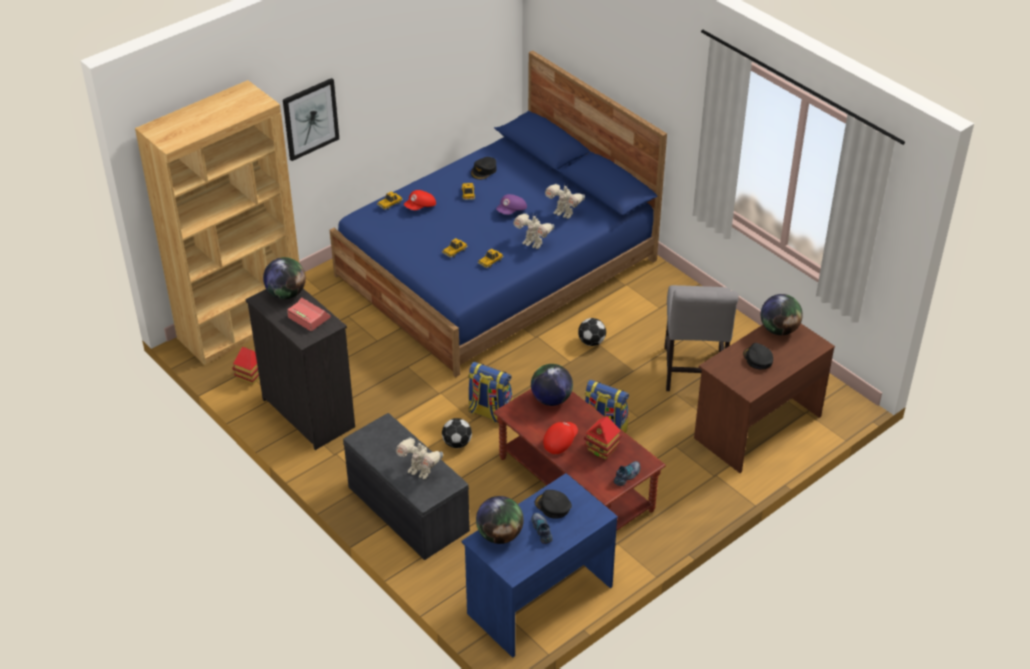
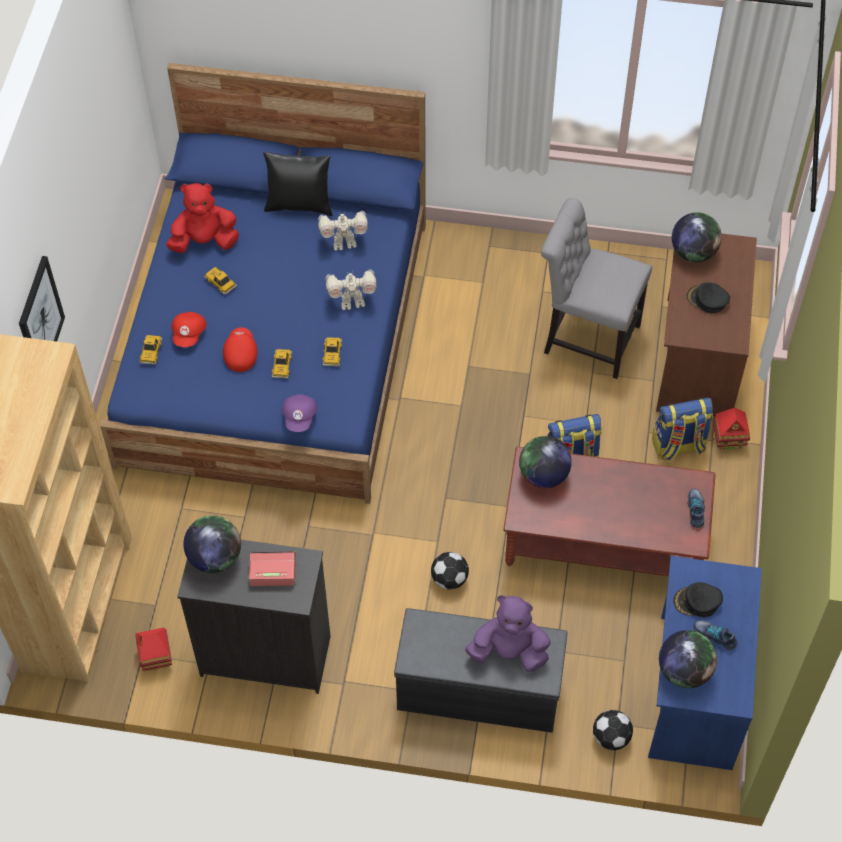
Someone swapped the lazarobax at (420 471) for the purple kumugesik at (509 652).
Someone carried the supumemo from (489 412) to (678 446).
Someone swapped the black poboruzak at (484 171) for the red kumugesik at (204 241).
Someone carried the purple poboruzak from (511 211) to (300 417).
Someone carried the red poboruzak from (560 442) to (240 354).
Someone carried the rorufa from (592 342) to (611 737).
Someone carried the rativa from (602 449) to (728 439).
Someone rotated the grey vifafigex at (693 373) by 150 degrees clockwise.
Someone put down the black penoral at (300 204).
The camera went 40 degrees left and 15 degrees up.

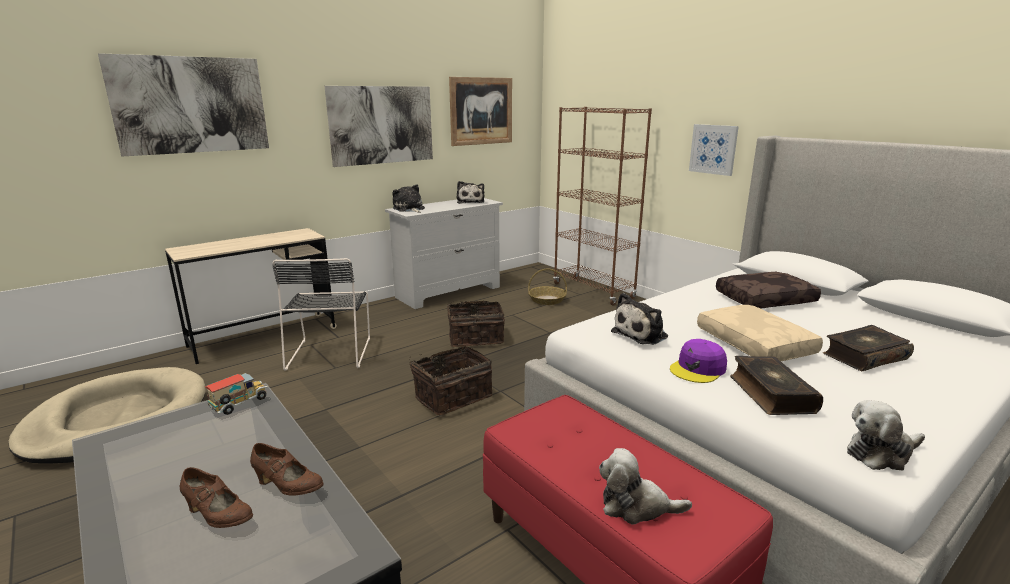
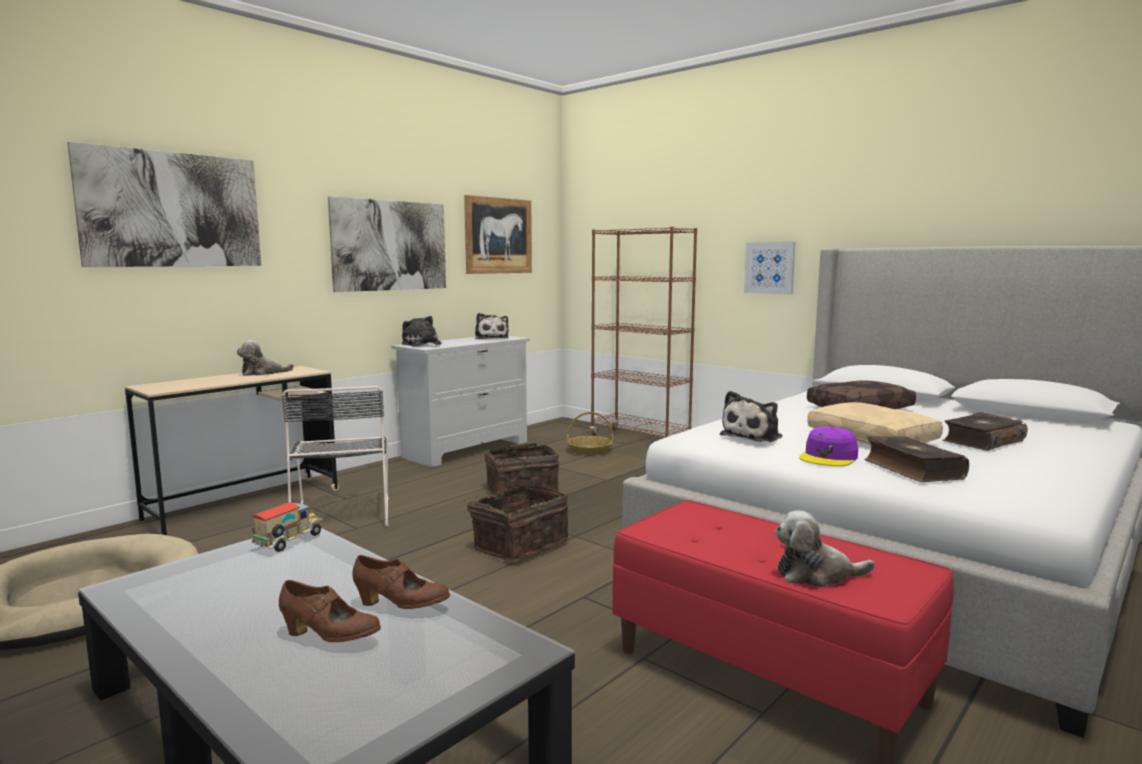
Someone carried the kumugesik from (881 453) to (263 373).
The camera went 10 degrees left and 10 degrees down.

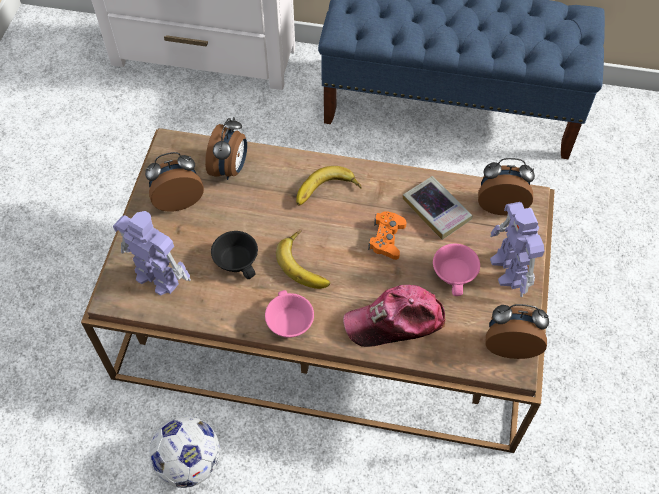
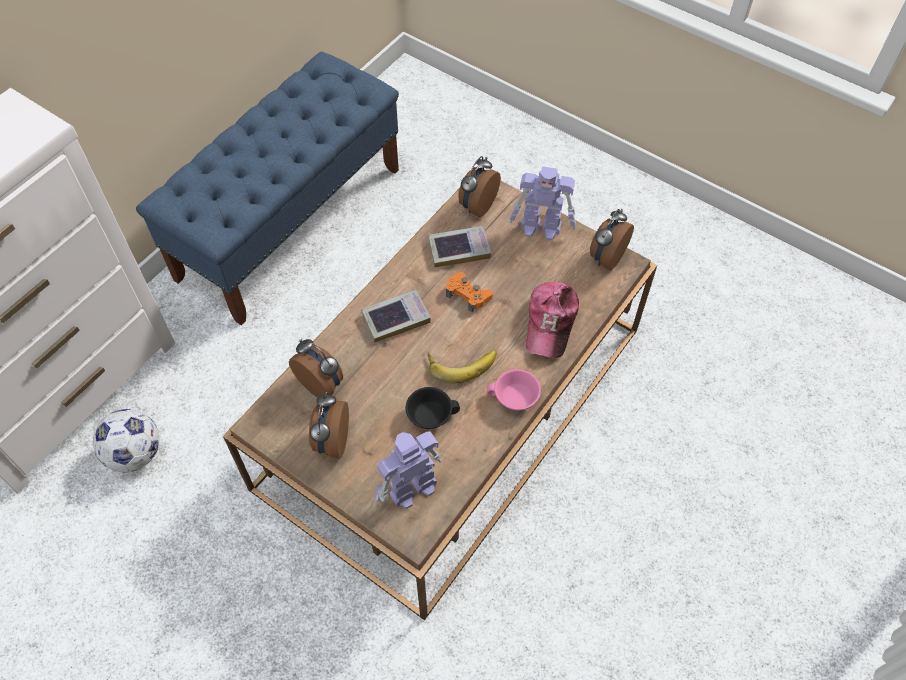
Someone carried the rorufa from (189 463) to (136 454).
Someone swapped the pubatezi at (327 193) for the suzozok at (396 318).
Someone took away the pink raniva at (456 275).
The camera went 65 degrees left and 0 degrees up.

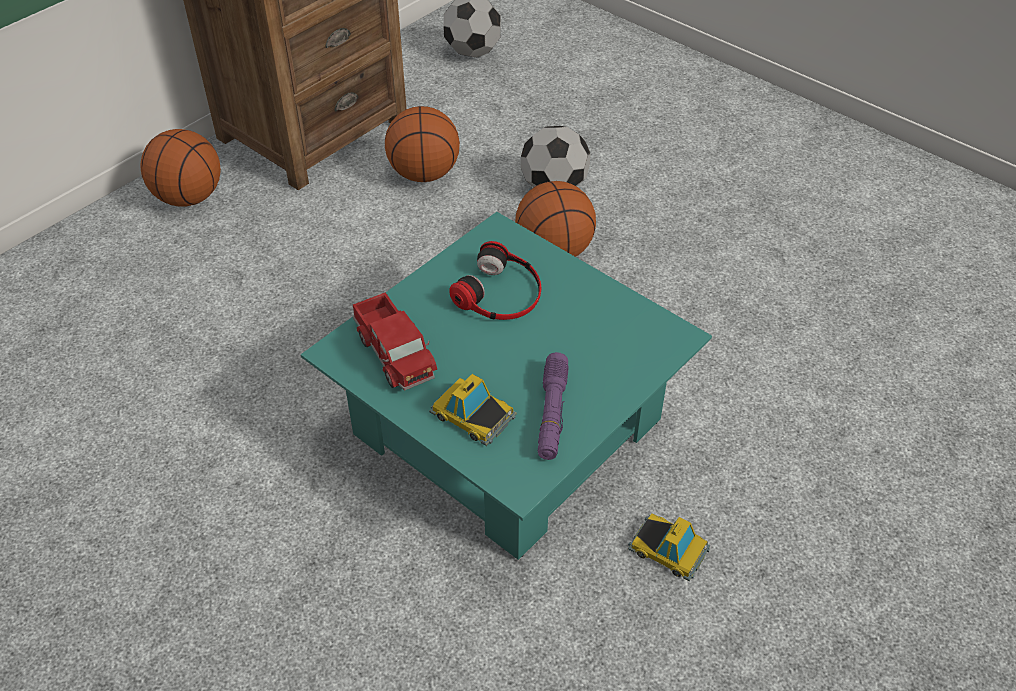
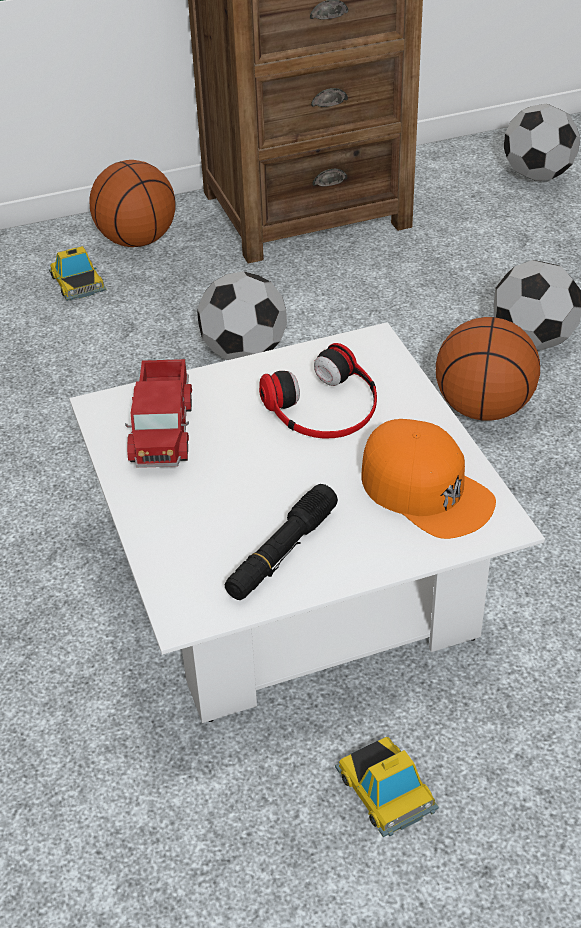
Someone repainted the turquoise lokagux at (507 427), which became the white lokagux at (294 577).
Someone took away the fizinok at (424 174).
Someone carried the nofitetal from (473 414) to (77 282).
Someone repainted the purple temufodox at (552 413), which became the black temufodox at (282 552).
Someone put down the rorufa at (244 352).
Someone put down the orange poboruzak at (426 490).
The camera went 30 degrees right and 5 degrees down.

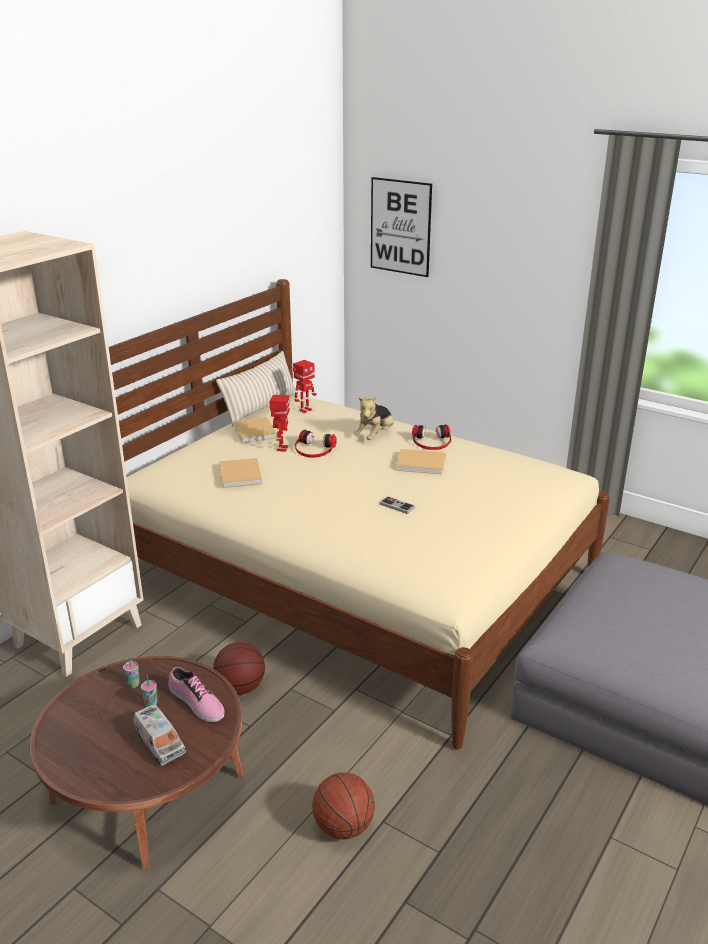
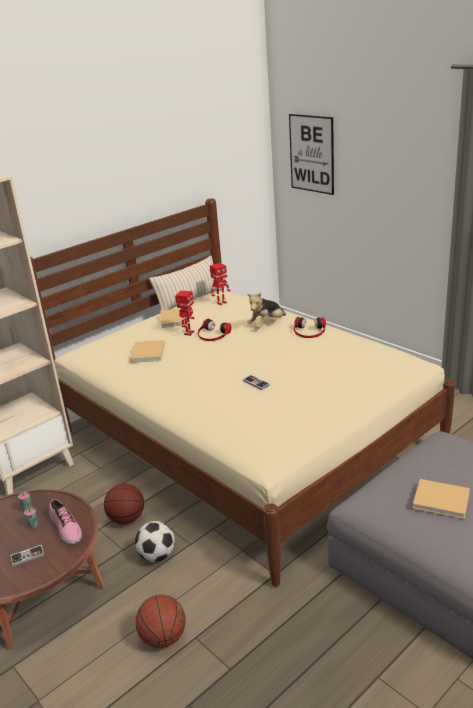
Someone swapped the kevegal at (160 743) for the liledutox at (27 556).
Someone carried the beige suzozok from (422 464) to (443 501).
Someone put down the rorufa at (157 556).
The camera went 15 degrees right and 0 degrees up.

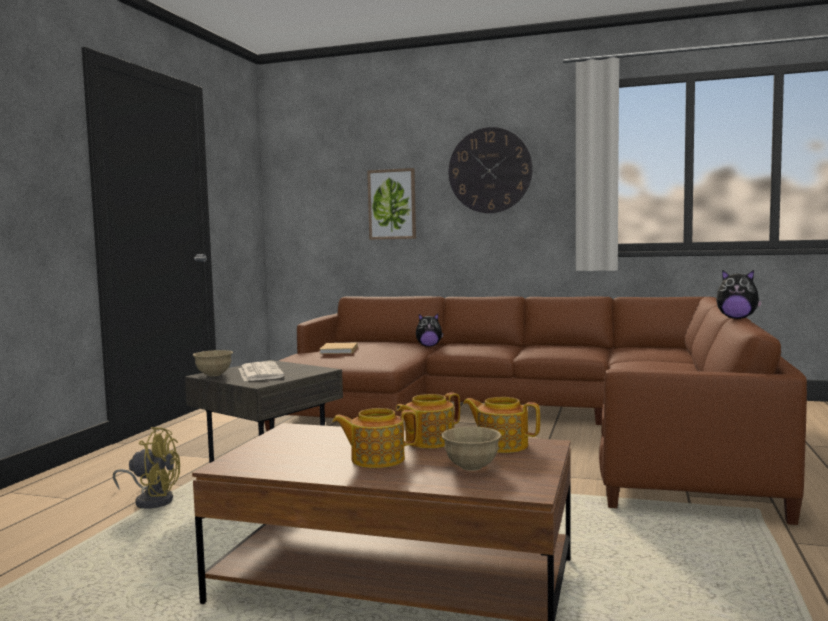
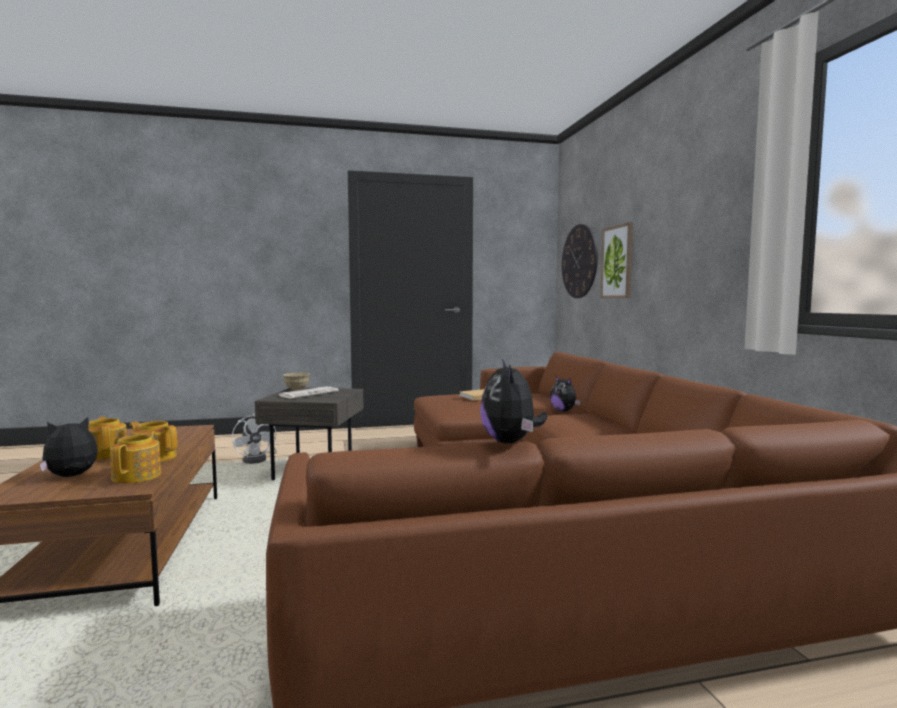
Someone repainted the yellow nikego at (152 500), which became the white nikego at (258 459).
Someone swapped the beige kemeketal at (471 467) for the kumugesik at (72 476).
Someone carried the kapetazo from (490 170) to (579 261).
The camera went 60 degrees right and 0 degrees up.

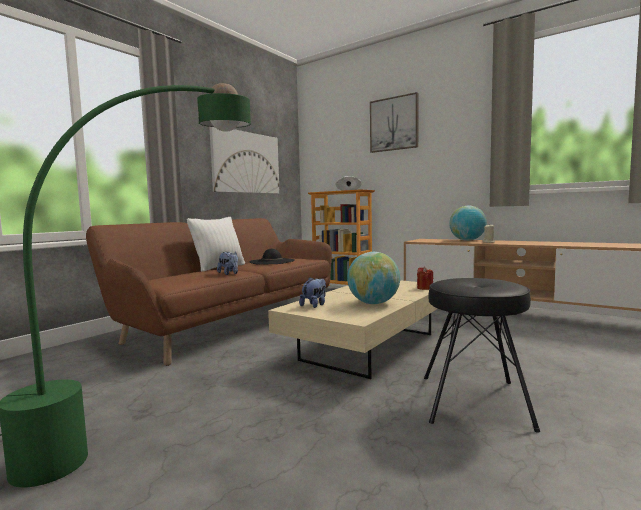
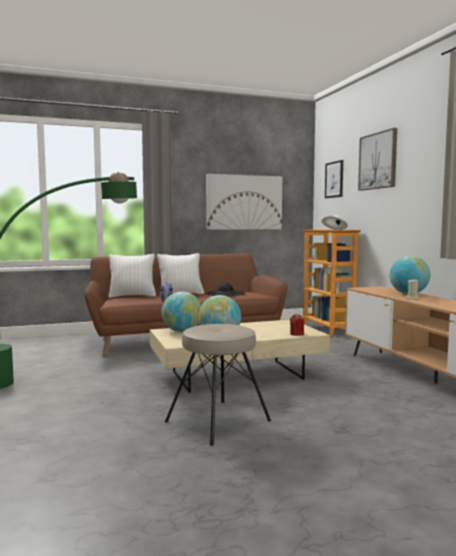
Someone swapped the kumugesik at (314 305) for the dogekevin at (182 331).
Someone repainted the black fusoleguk at (475 401), which became the beige fusoleguk at (218 421).
Someone put down the white penoral at (132 296).
Someone put up the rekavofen at (334 179).
The camera went 35 degrees right and 0 degrees up.

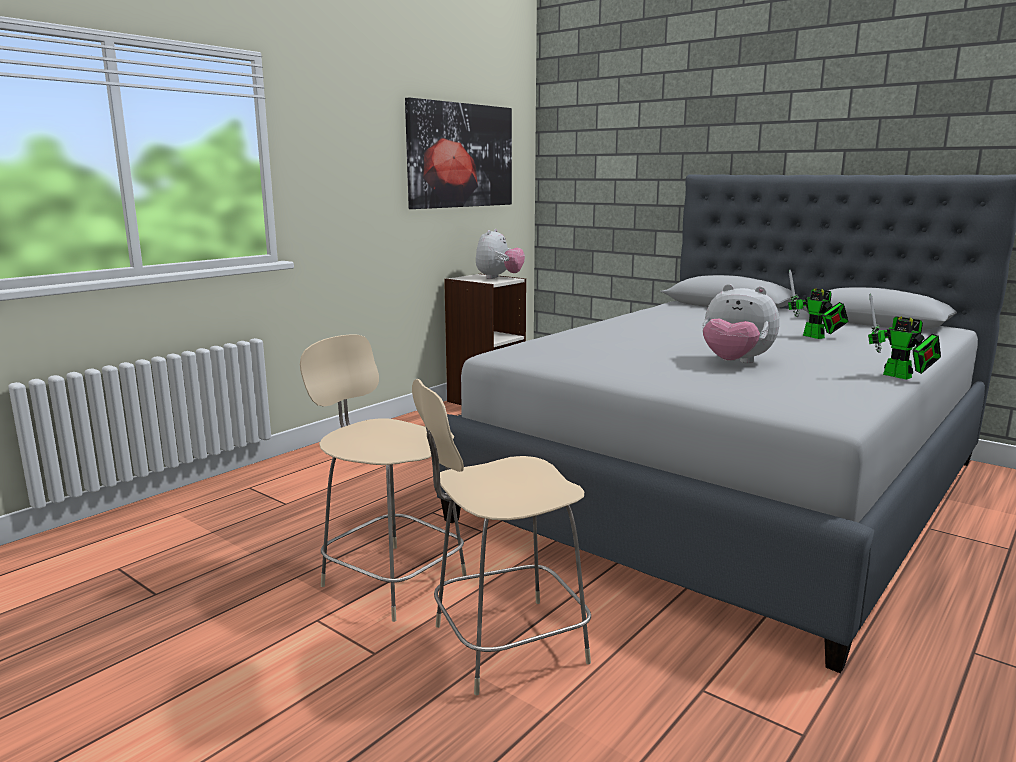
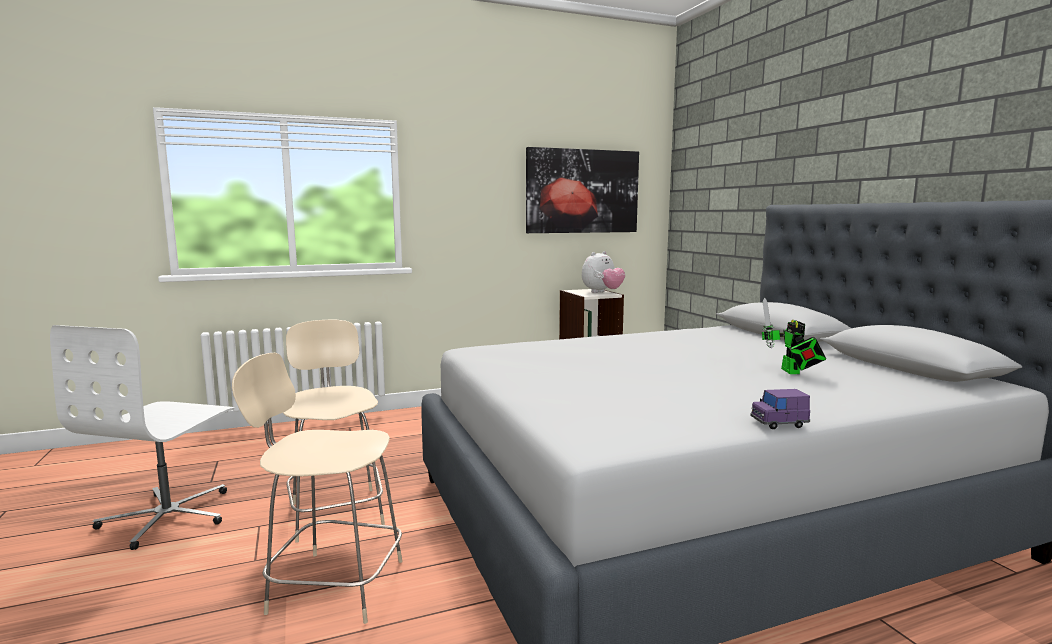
Someone took away the kumugesik at (735 363).
Someone swapped the lazarobax at (901 377) for the purple nofitetal at (779 423).
Someone put down the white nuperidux at (169 516).
The camera went 30 degrees right and 5 degrees down.

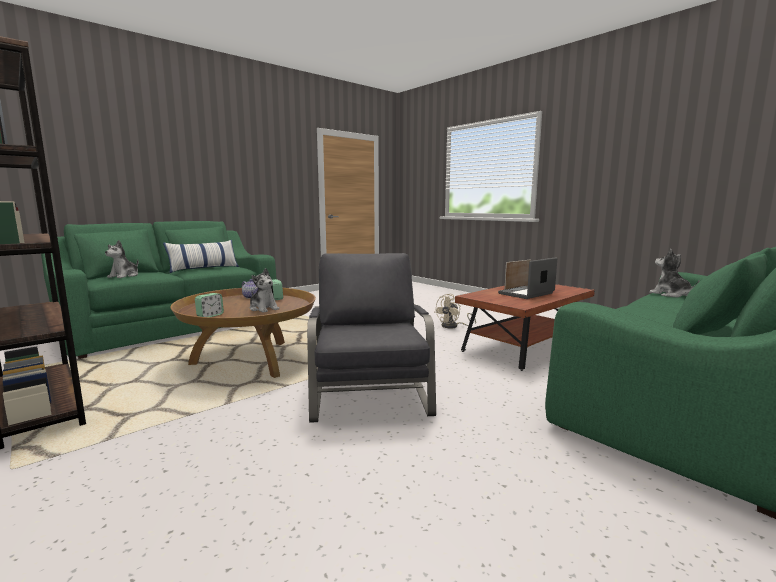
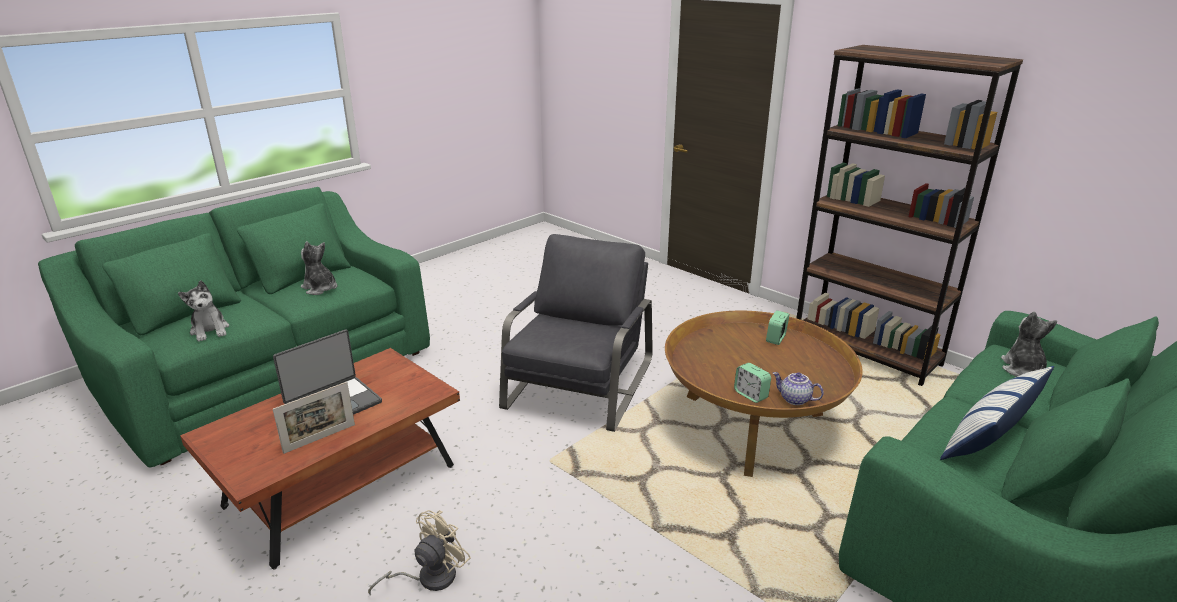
Someone carried the kumugesik from (263 308) to (320 288).
Someone rotated the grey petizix at (369 389) by 150 degrees counterclockwise.
The camera went 175 degrees right and 15 degrees up.

